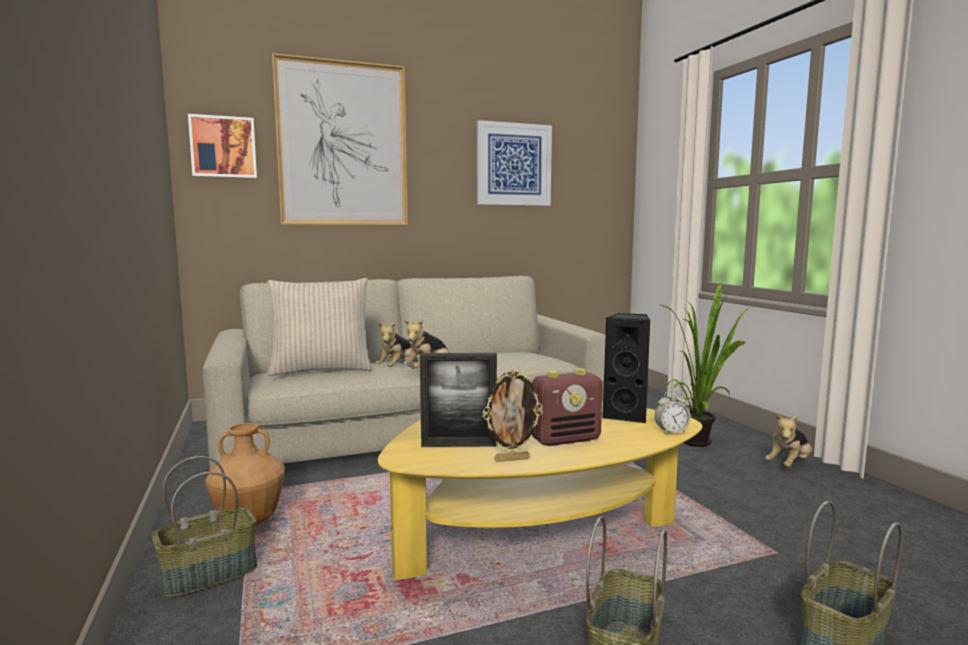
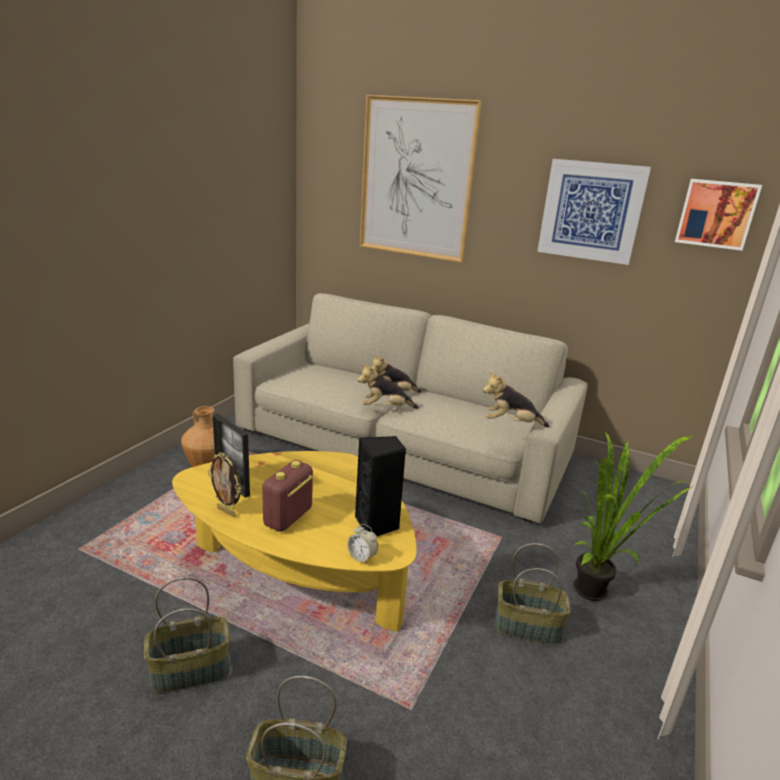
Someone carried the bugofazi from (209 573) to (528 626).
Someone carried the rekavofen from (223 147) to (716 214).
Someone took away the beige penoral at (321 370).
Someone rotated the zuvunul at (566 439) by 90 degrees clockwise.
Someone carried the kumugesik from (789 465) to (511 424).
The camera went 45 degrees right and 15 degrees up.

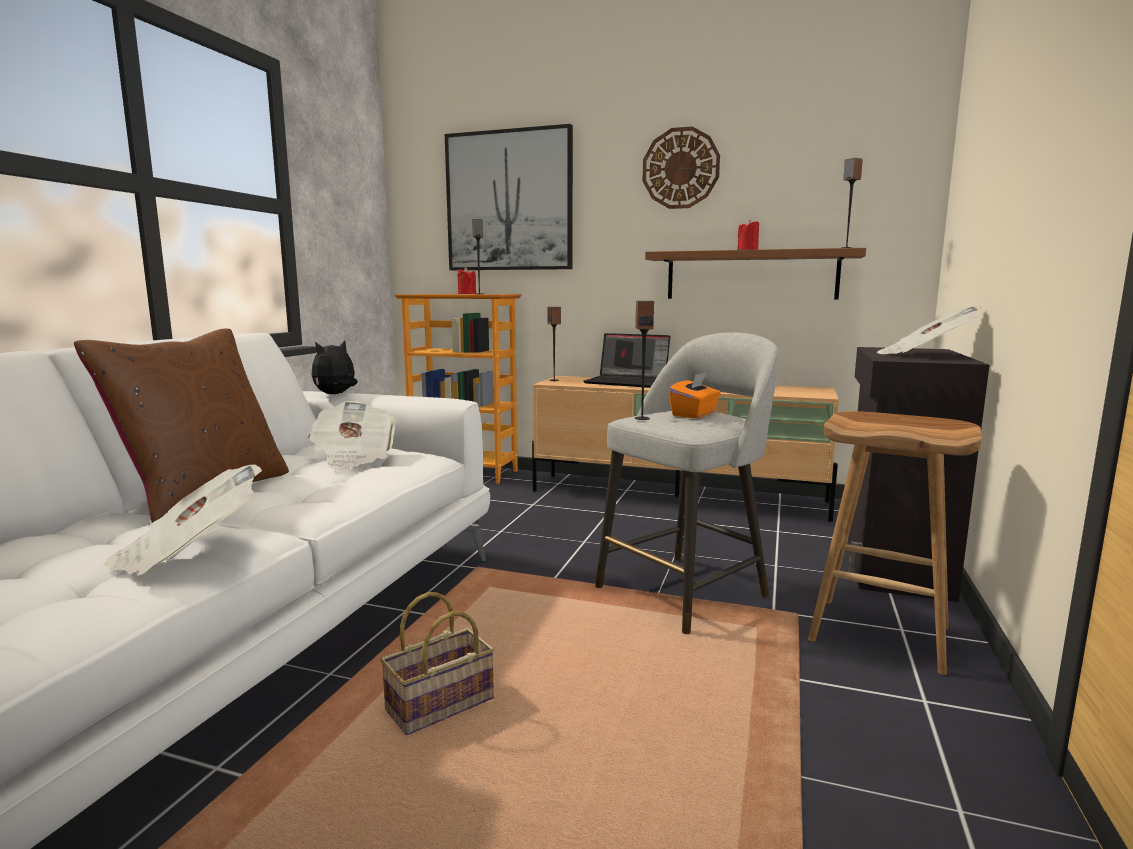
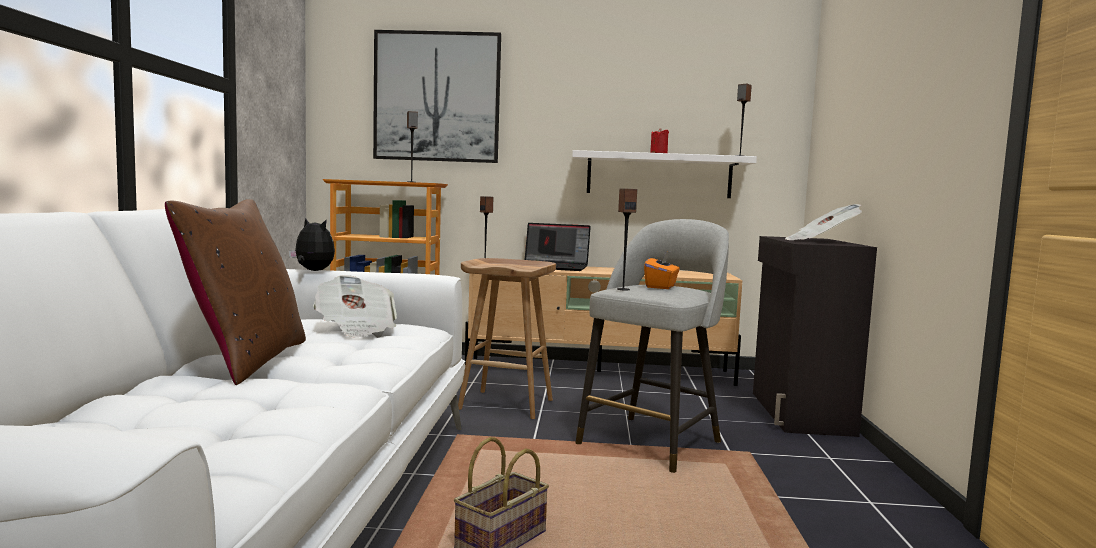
Someone took away the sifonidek at (189 554).
Someone rotated the kumugesik at (336 394) by 90 degrees clockwise.
Someone took away the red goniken at (466 293).
Someone took away the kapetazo at (680 168).
Someone repainted the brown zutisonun at (751 275), which became the white zutisonun at (659 175).
Someone carried the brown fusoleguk from (881 634) to (507 404).
The camera went 15 degrees left and 5 degrees down.

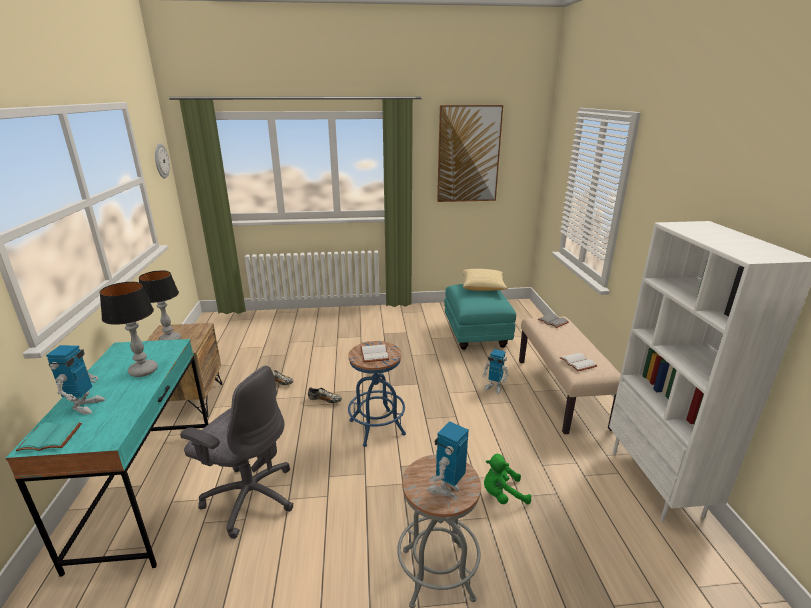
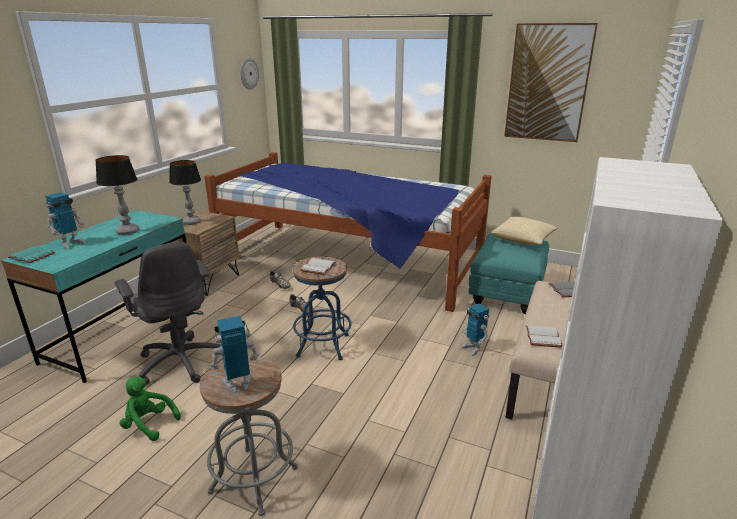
Someone carried the green kumugesik from (502 495) to (149 424).
Someone put down the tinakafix at (349 261).
The camera went 30 degrees right and 0 degrees up.

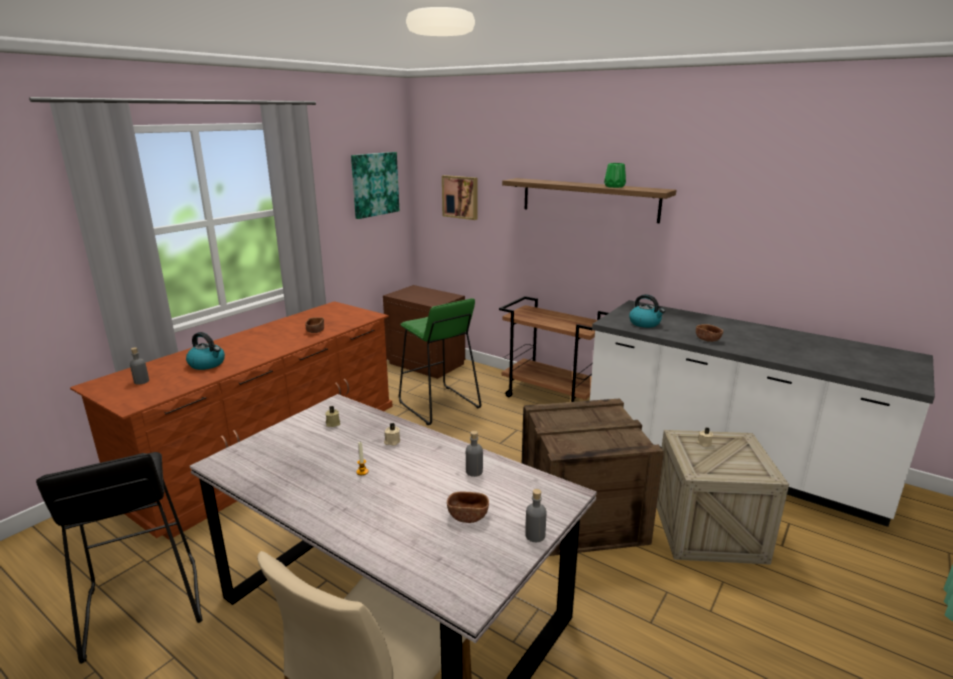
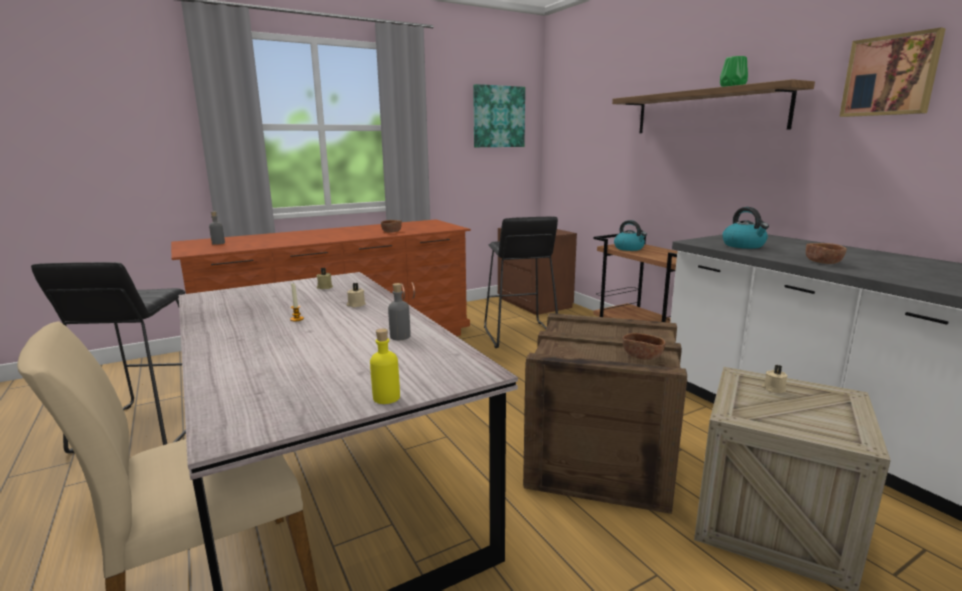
Someone carried the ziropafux from (207 364) to (629 248).
Someone repainted the green fusoleguk at (438 405), which became the black fusoleguk at (519 335).
Someone carried the rekavofen from (460 197) to (890 76).
Someone carried the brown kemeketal from (468 516) to (642 356).
Someone repainted the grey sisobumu at (535 535), which became the yellow sisobumu at (386 397).
The camera went 25 degrees right and 5 degrees down.

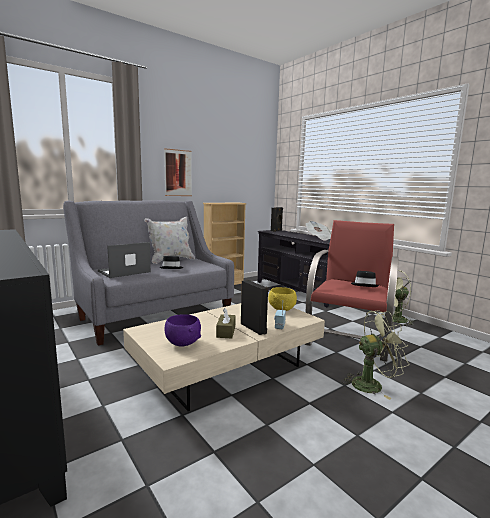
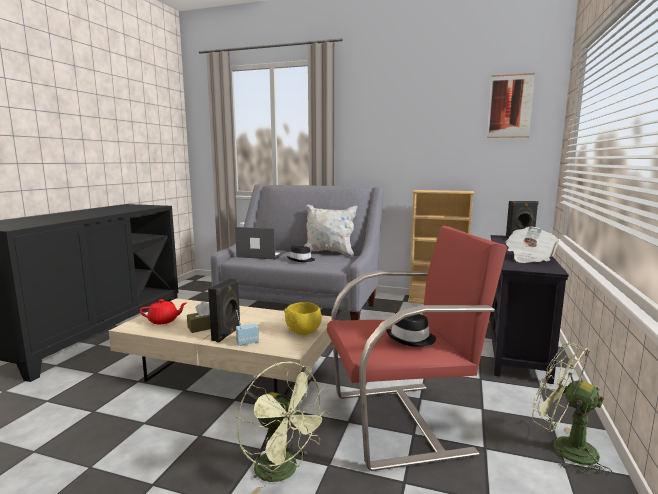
Someone carried the rekavofen from (178 173) to (510 106).
Someone swapped the purple kemeketal at (182 343) for the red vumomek at (164 321).
The camera went 55 degrees right and 0 degrees up.

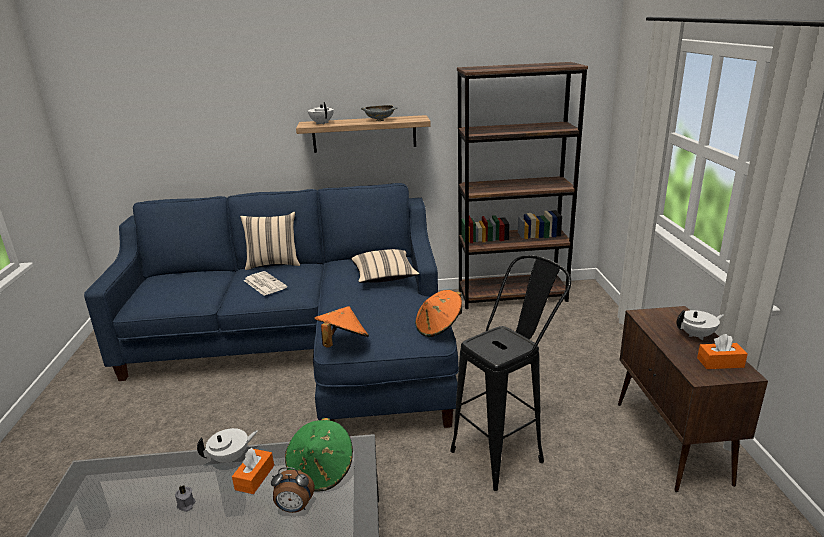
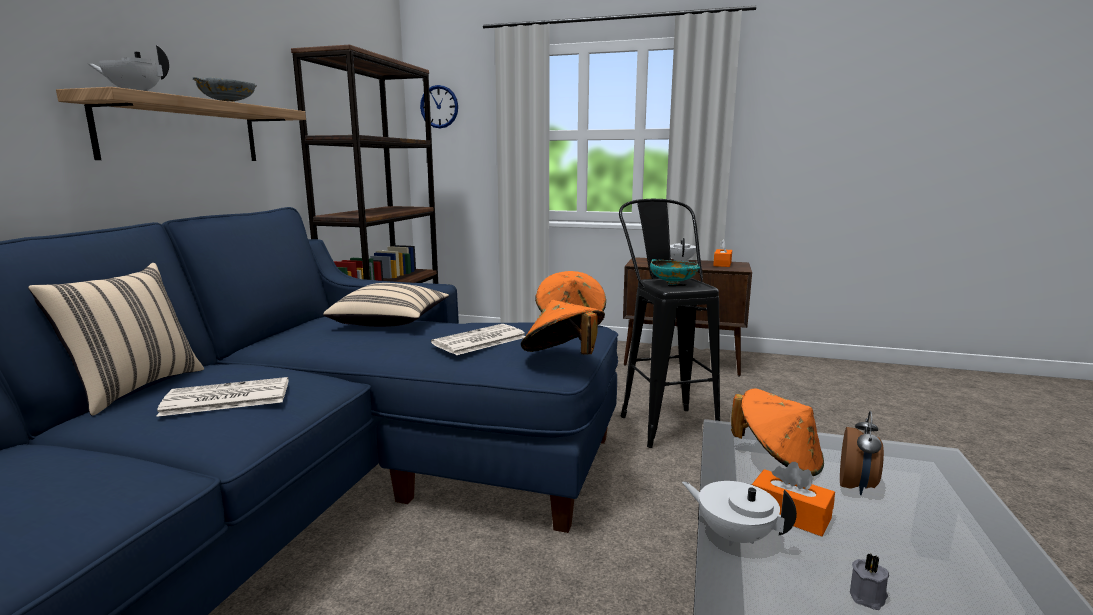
Someone rotated the white vumomek at (231 458) by 45 degrees counterclockwise.
Someone repainted the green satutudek at (321 471), which became the orange satutudek at (778 459).
Someone put up the kapetazo at (439 106).
Someone put down the sifonidek at (479 341).
Someone put down the turquoise kemeketal at (673 283).
The camera went 70 degrees left and 10 degrees down.

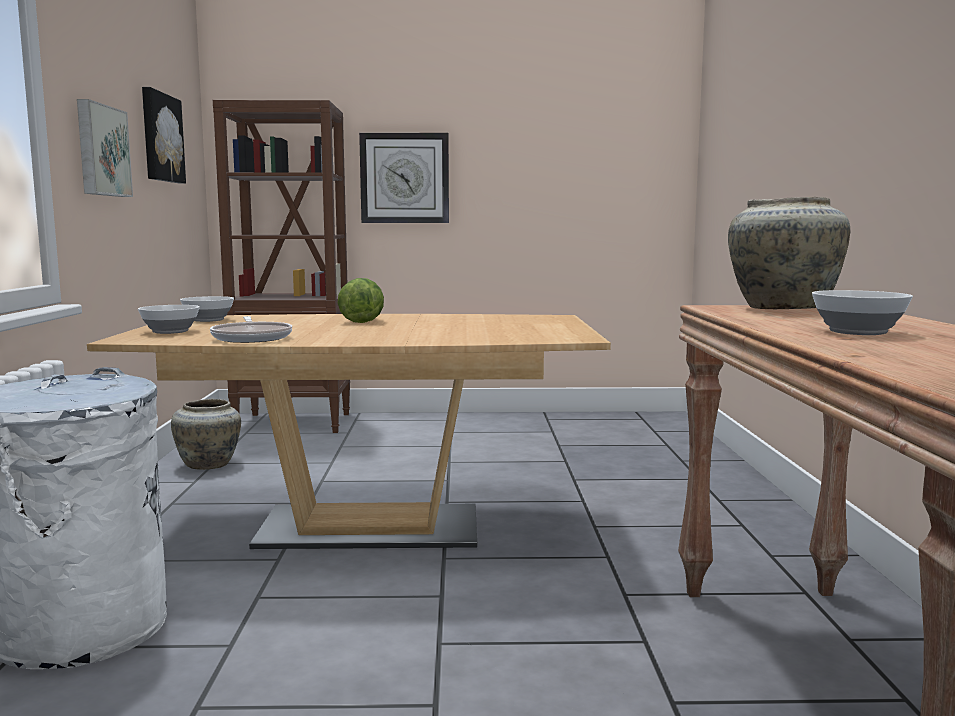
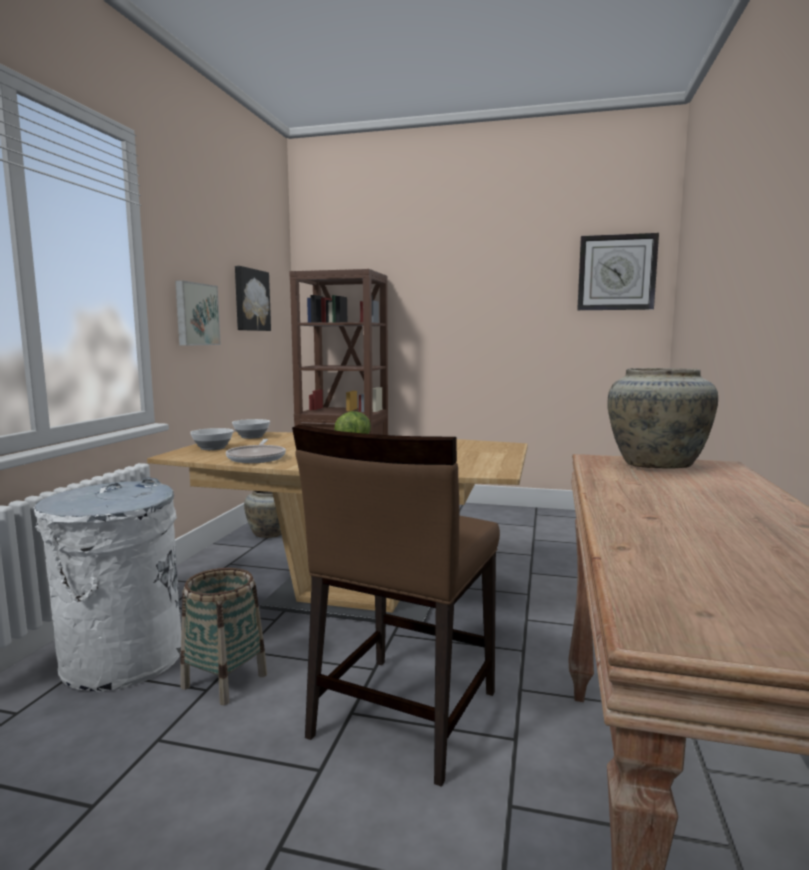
Someone carried the kapetazo from (404 178) to (616 272).
Someone took away the kemeketal at (859 332).
Someone put down the bugofazi at (224 681).
Someone put down the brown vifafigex at (402 714).
The camera went 15 degrees right and 0 degrees up.

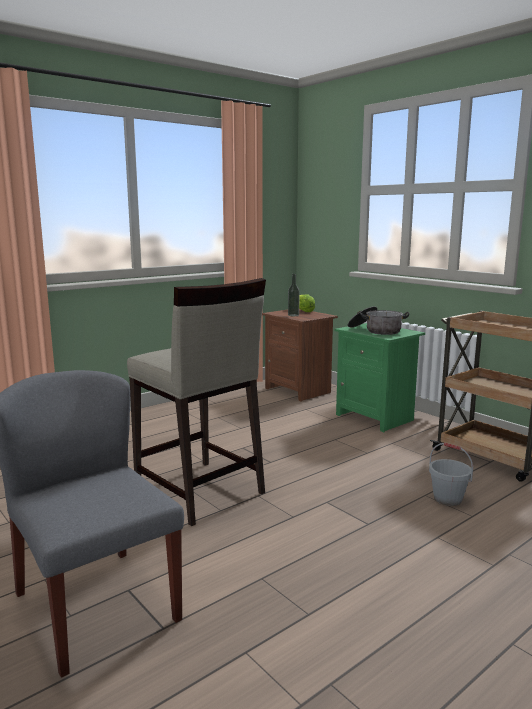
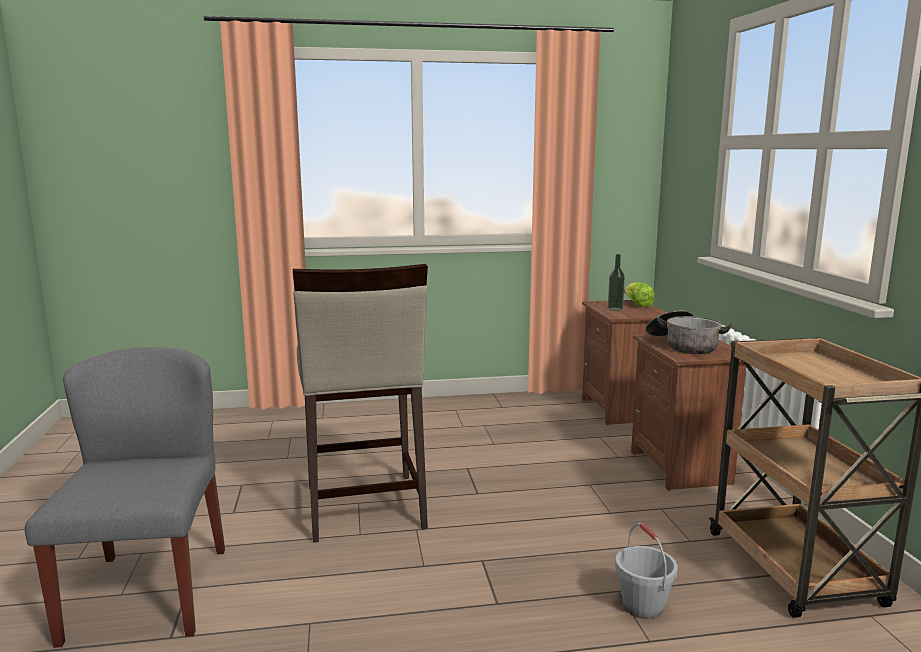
Someone repainted the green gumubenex at (375 417), which became the brown gumubenex at (682 468).
The camera went 30 degrees right and 0 degrees up.

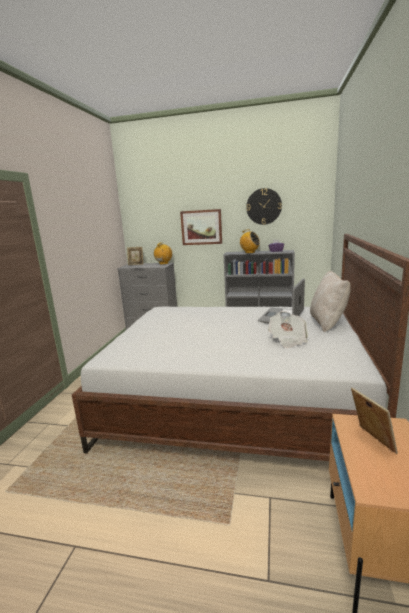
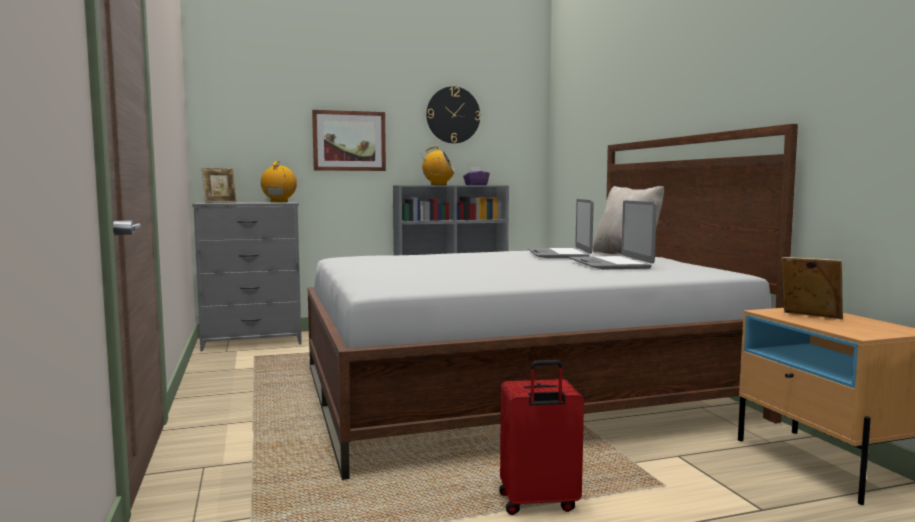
Someone swapped the sifonidek at (288 339) for the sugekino at (610 264).
Someone put down the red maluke at (538 503).
The camera went 30 degrees left and 10 degrees down.

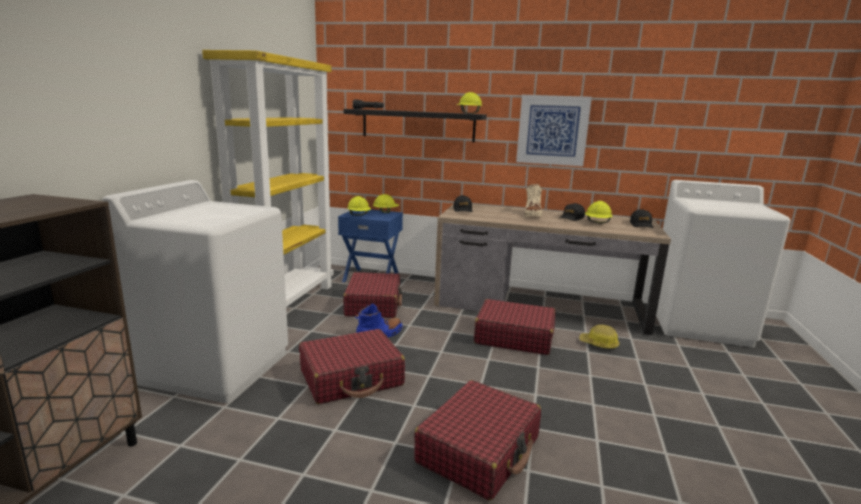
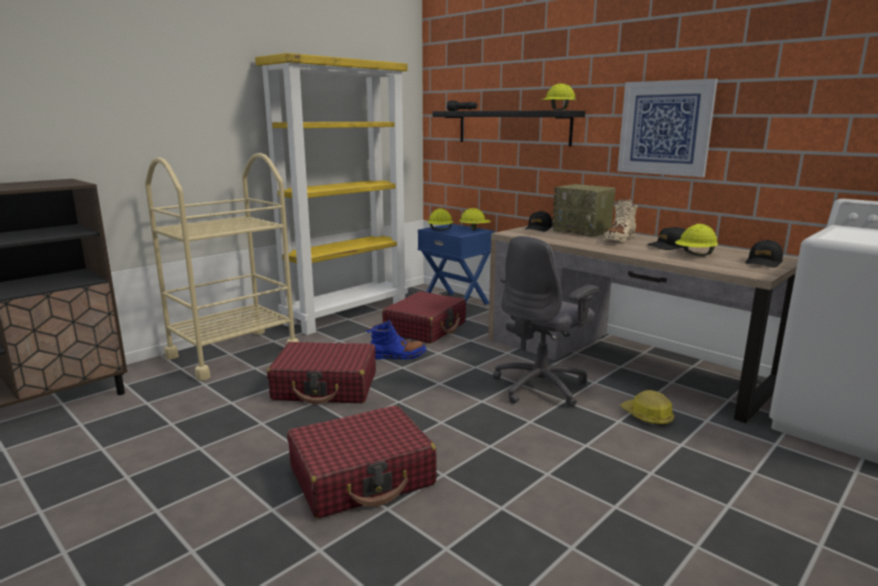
Someone swapped the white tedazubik at (216 366) for the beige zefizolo at (233 353).
Someone swapped the red maluke at (514 337) for the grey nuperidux at (541 387).
Someone put down the zuvunul at (582 231).
The camera went 30 degrees right and 0 degrees up.

